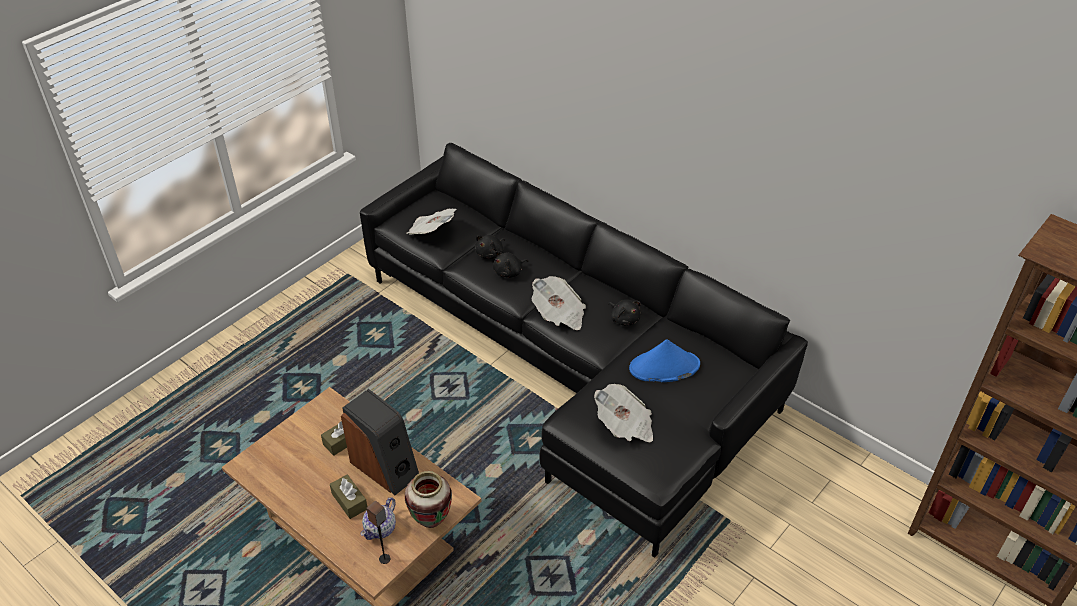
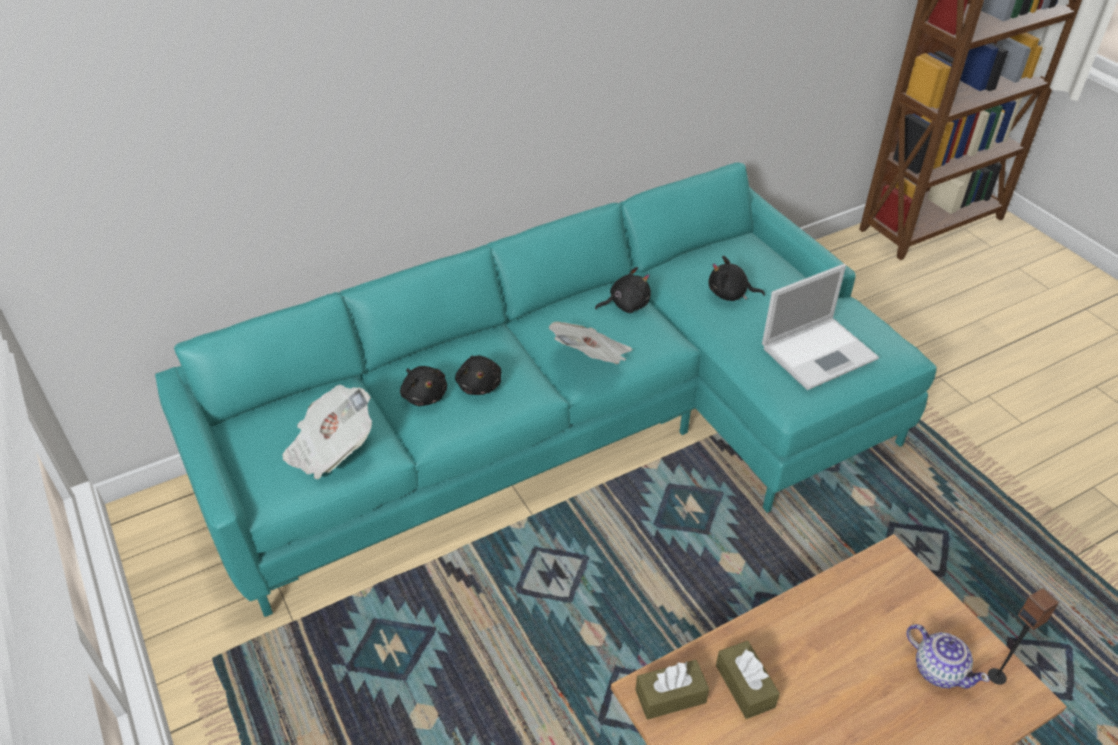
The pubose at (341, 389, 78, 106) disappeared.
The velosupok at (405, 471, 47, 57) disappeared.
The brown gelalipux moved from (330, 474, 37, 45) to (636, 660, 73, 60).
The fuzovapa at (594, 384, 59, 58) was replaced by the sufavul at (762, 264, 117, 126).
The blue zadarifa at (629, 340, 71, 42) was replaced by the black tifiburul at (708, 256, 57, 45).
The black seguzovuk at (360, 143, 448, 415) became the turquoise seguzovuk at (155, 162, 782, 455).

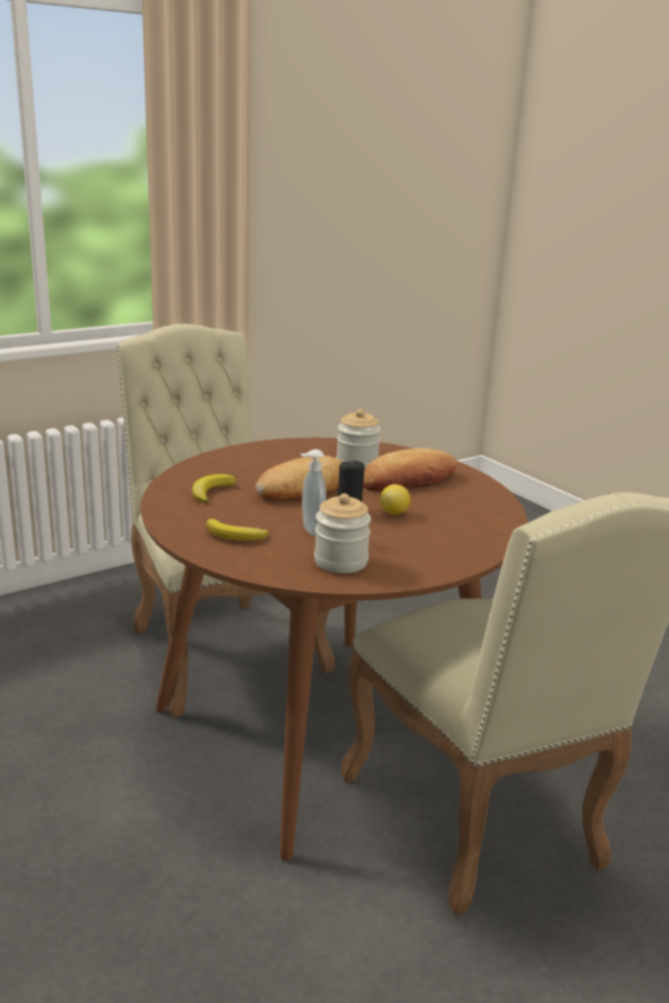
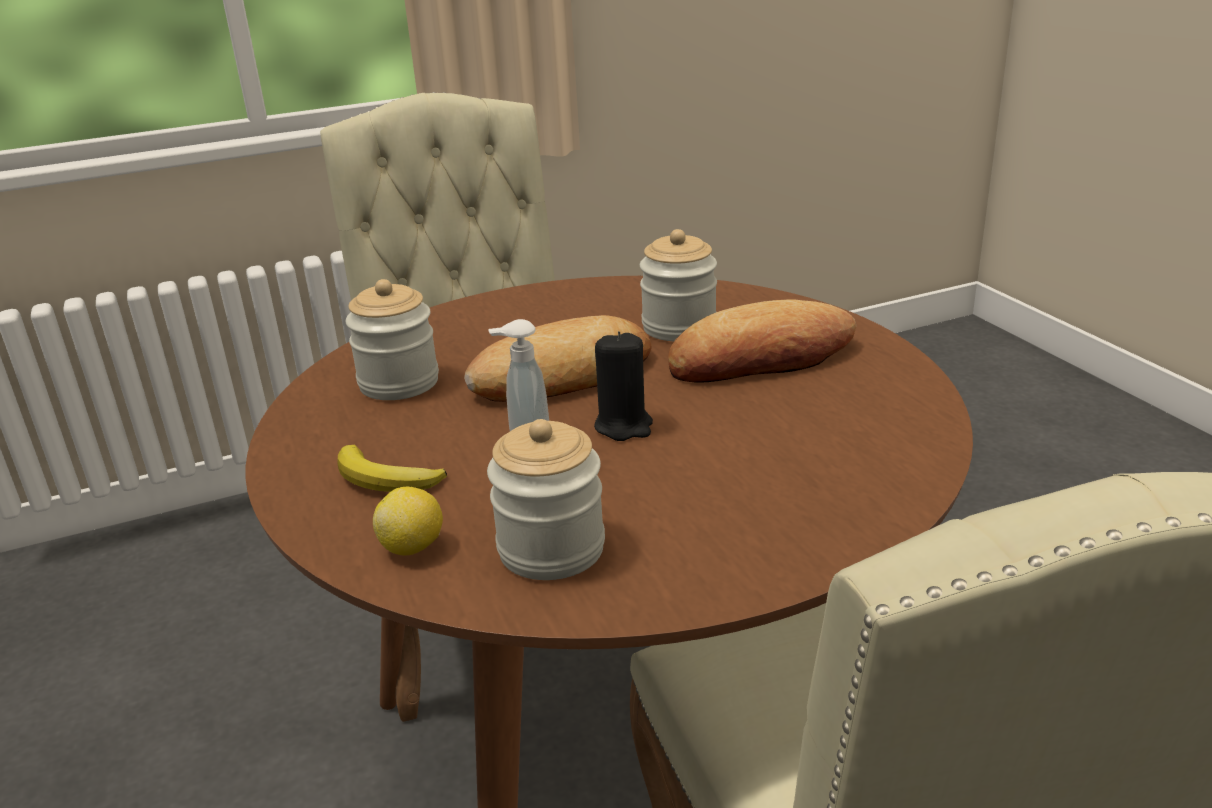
The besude moved from (380, 484, 30, 31) to (373, 487, 70, 68).
The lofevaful at (192, 474, 44, 30) was replaced by the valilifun at (346, 279, 93, 121).

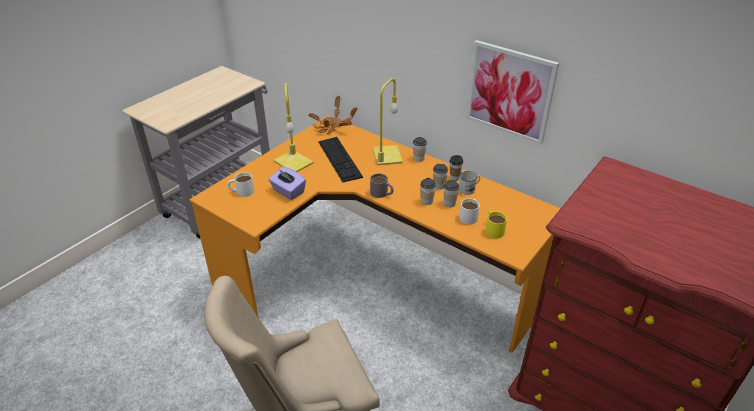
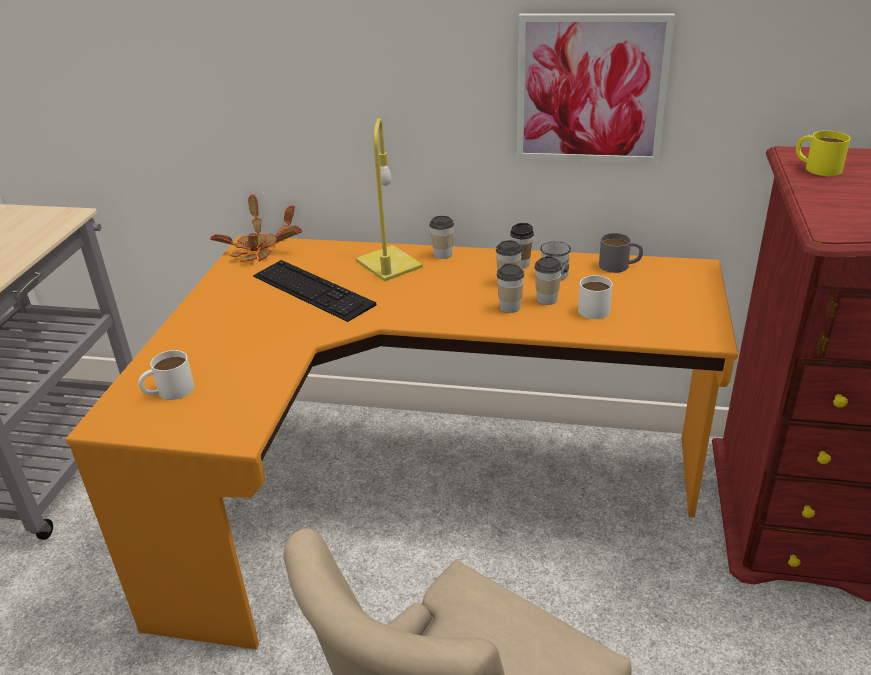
The purple gelalipux at (269, 167, 37, 33) disappeared.
The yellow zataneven at (274, 83, 40, 89) disappeared.
The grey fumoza moved from (370, 174, 24, 24) to (599, 233, 44, 40).
The yellow fumoza moved from (485, 211, 22, 27) to (796, 131, 55, 45).

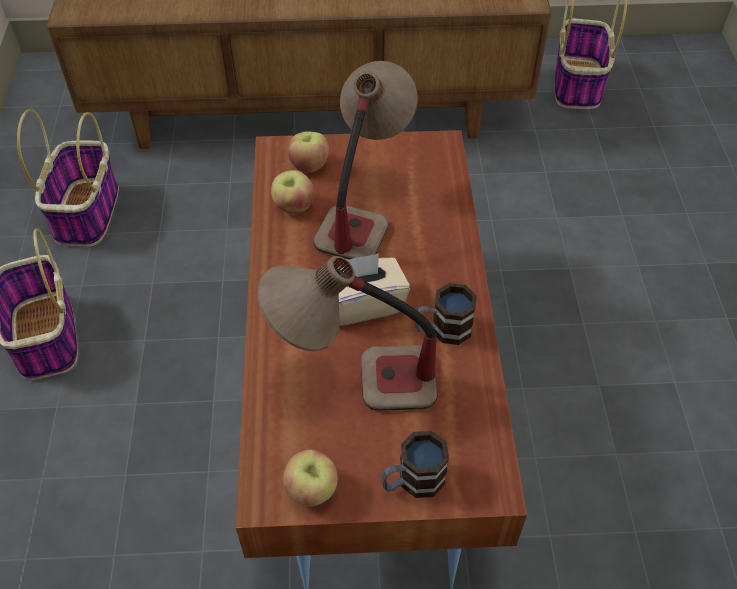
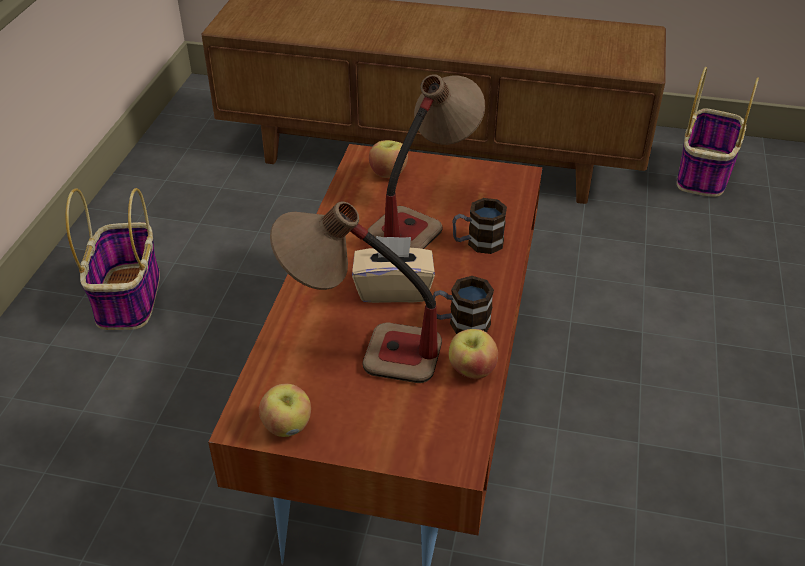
The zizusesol at (17, 109, 102, 138) disappeared.
The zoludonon moved from (271, 170, 43, 43) to (449, 329, 49, 50).
The fumoza moved from (382, 431, 67, 67) to (452, 198, 55, 56).

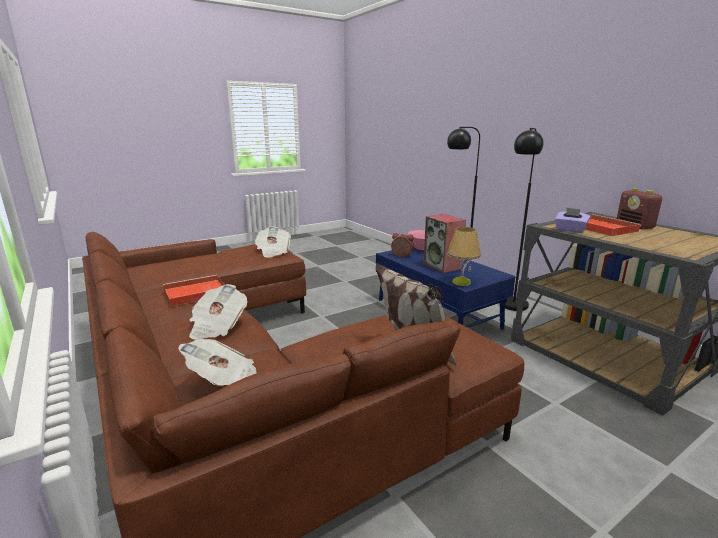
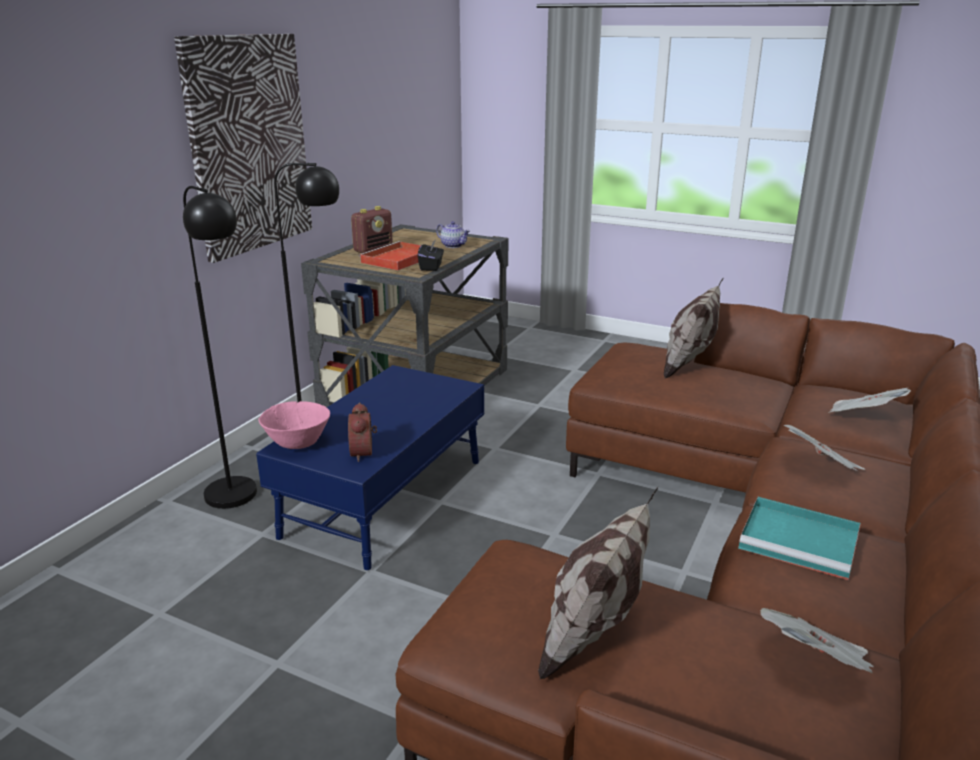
The pubose at (423, 214, 43, 59) disappeared.
The zataneven at (447, 227, 34, 59) disappeared.
The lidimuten at (174, 34, 138, 229) appeared.
The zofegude at (436, 221, 34, 27) appeared.
The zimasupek at (538, 487, 120, 192) appeared.
The fuzovapa moved from (254, 227, 37, 31) to (760, 608, 114, 65).
The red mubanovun at (163, 275, 62, 31) became the turquoise mubanovun at (738, 497, 123, 83).
The purple gelalipux at (555, 208, 35, 25) became the black gelalipux at (418, 239, 26, 32).

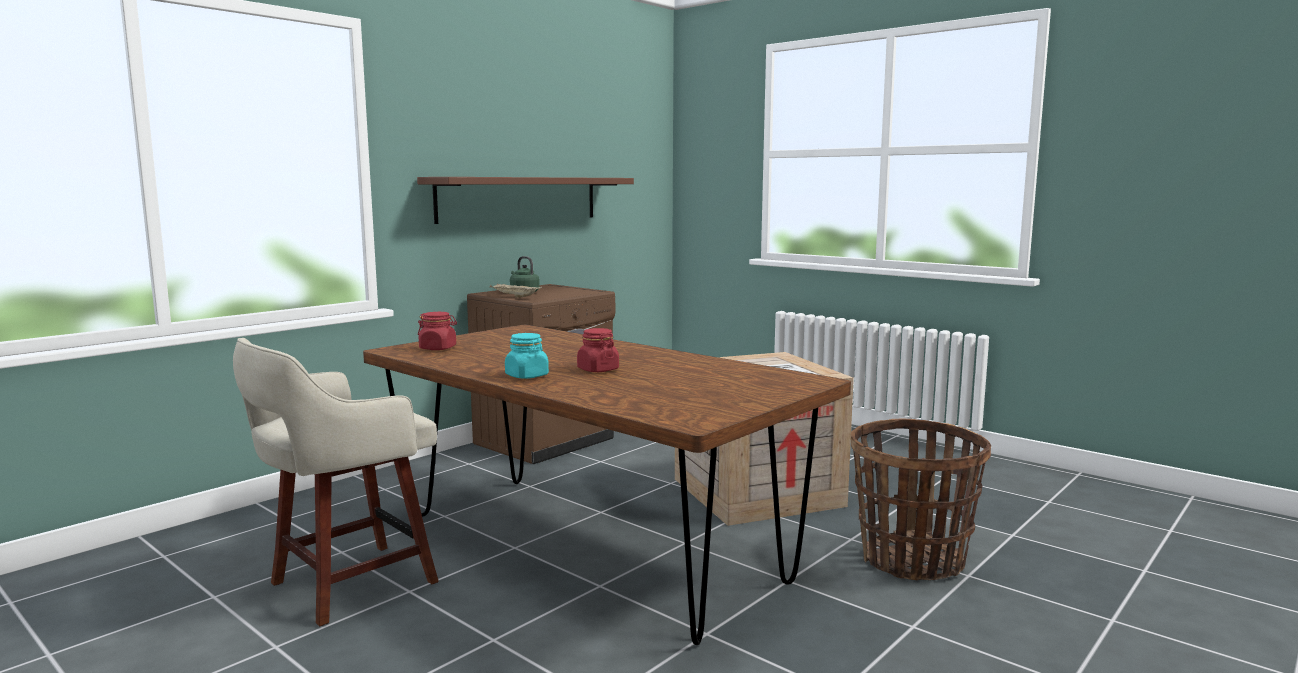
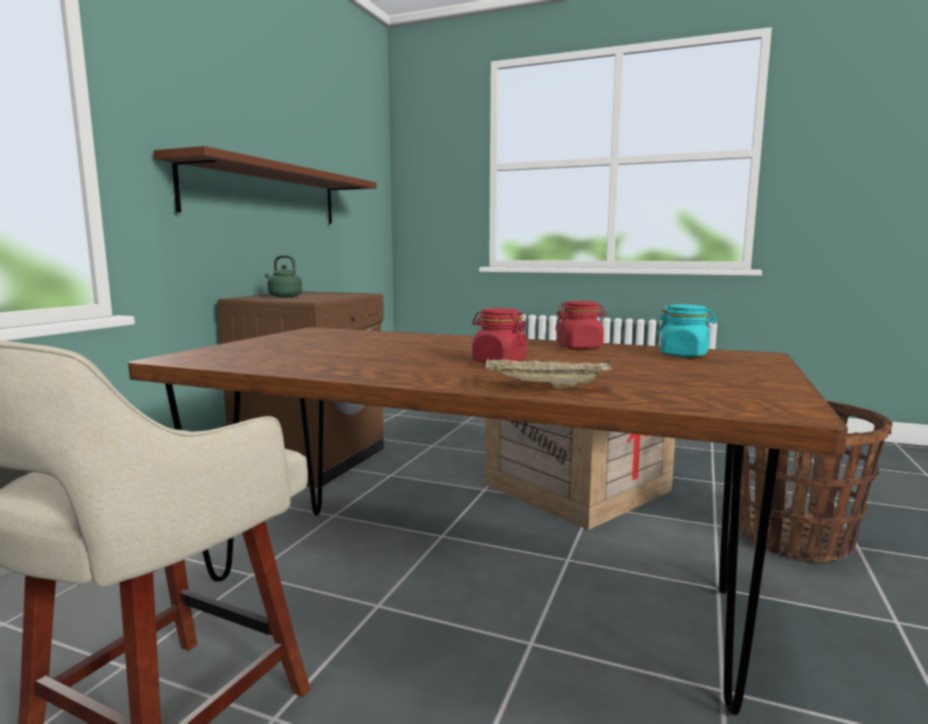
The red valilifun moved from (418, 312, 39, 38) to (555, 301, 52, 48).
The beige mubanovun moved from (489, 284, 53, 14) to (486, 359, 127, 31).
The turquoise valilifun moved from (505, 333, 44, 46) to (657, 305, 60, 52).

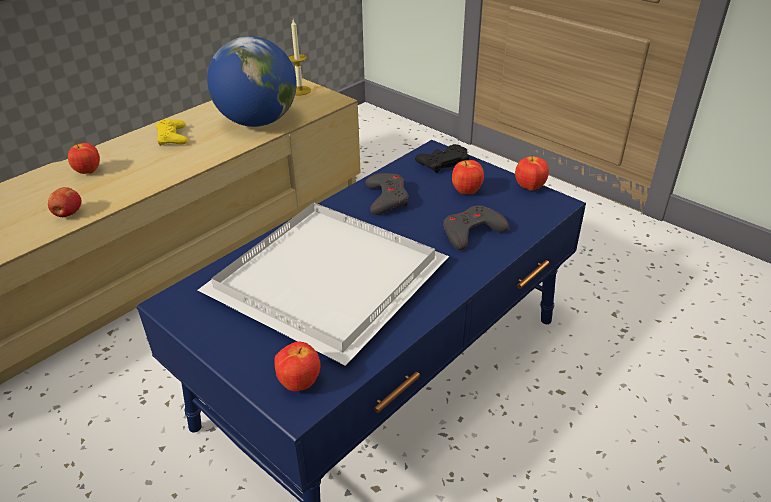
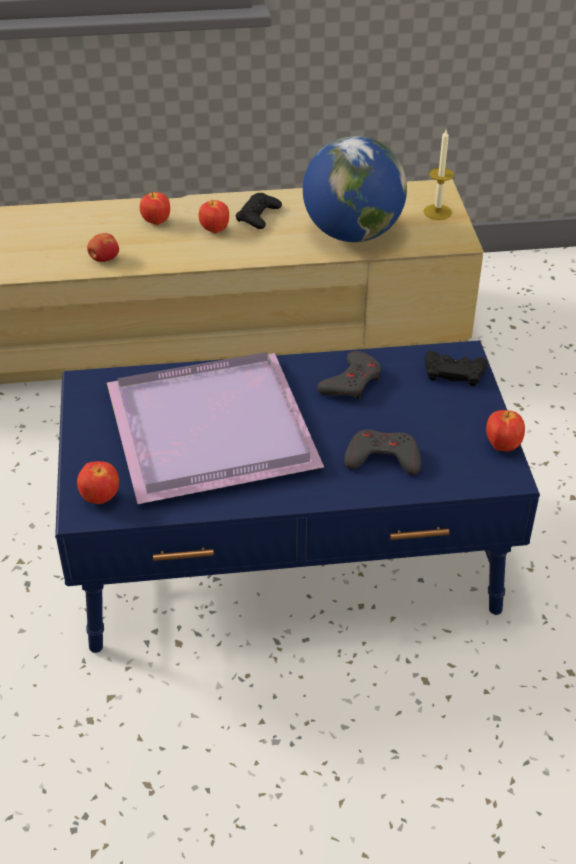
The zoludonon moved from (452, 160, 32, 34) to (199, 200, 30, 34).
The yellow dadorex at (156, 119, 32, 27) became the black dadorex at (236, 193, 46, 36).
The white mubanovun at (198, 202, 251, 164) became the purple mubanovun at (107, 352, 217, 152).

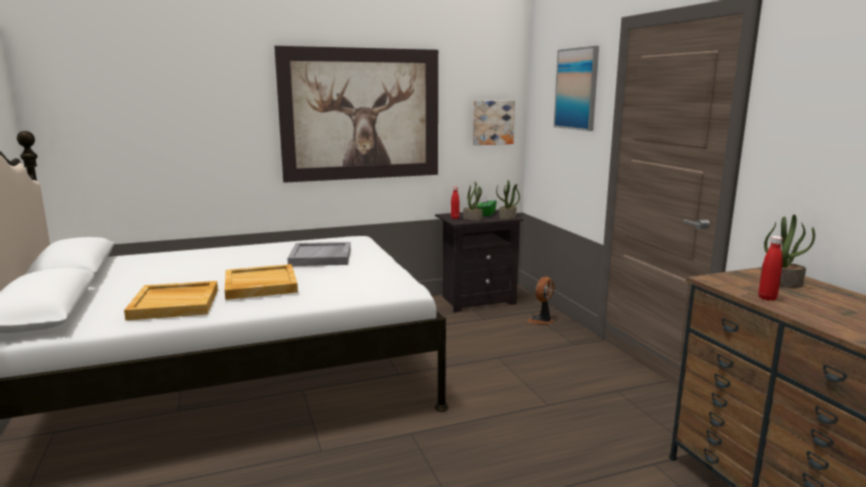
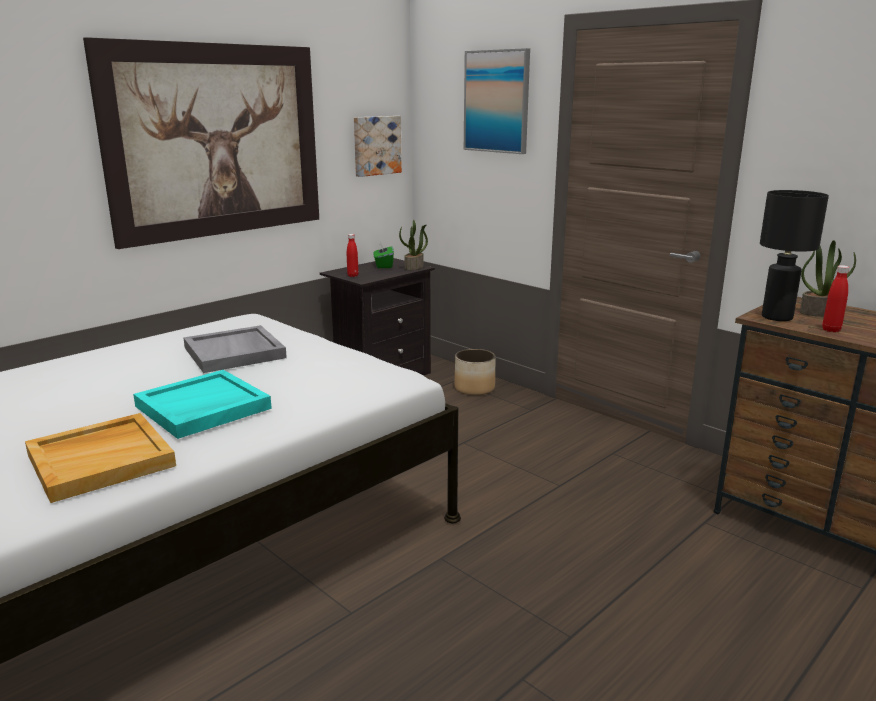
The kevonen at (463, 182, 20, 39) disappeared.
The black zataneven at (760, 190, 69, 131) appeared.
The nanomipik at (527, 277, 27, 47) was replaced by the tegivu at (455, 349, 41, 46).
The beige mubanovun at (225, 264, 73, 36) became the turquoise mubanovun at (133, 370, 139, 69).

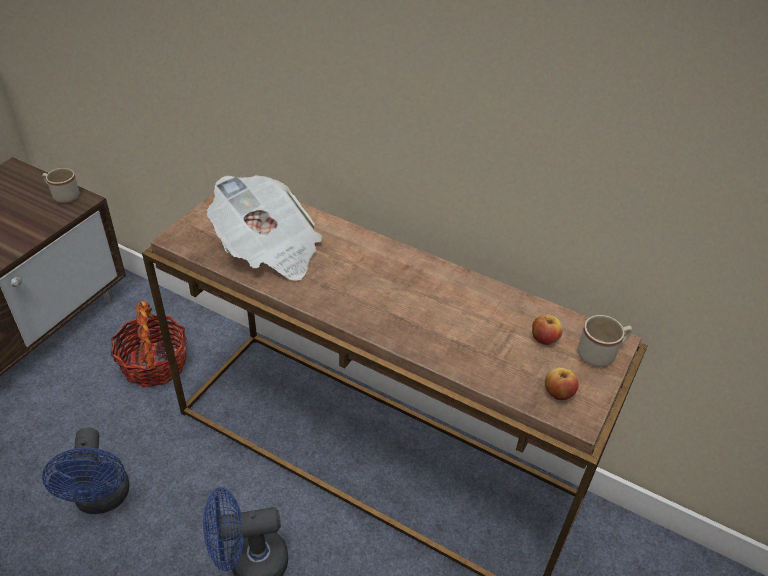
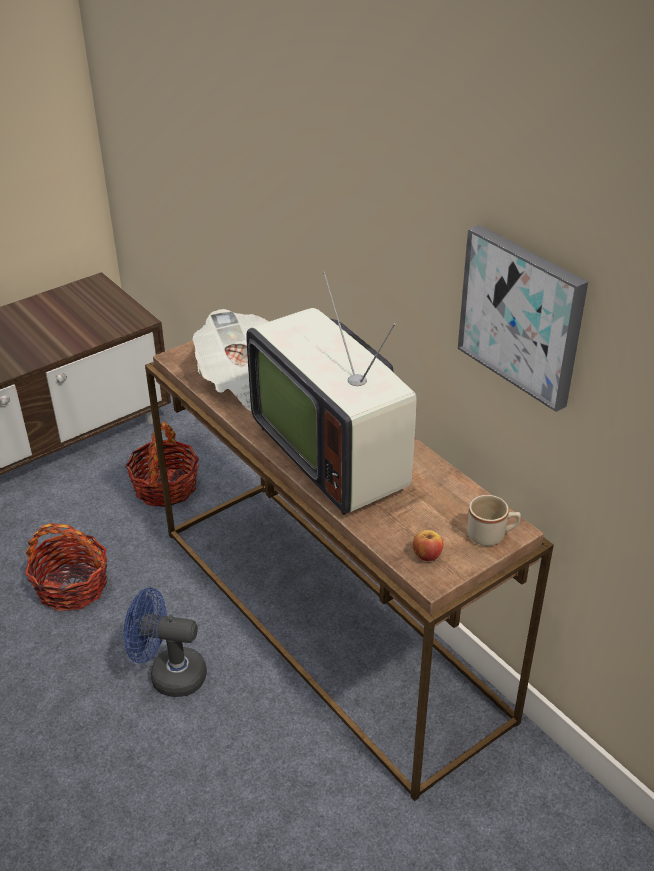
The beige fumoza at (42, 168, 37, 35) disappeared.
The zoludonon at (532, 314, 31, 31) disappeared.
The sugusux at (246, 271, 171, 244) appeared.
The lidimuten at (458, 225, 130, 187) appeared.
The blue nanomipik at (42, 427, 88, 87) was replaced by the zizusesol at (25, 523, 82, 88).

